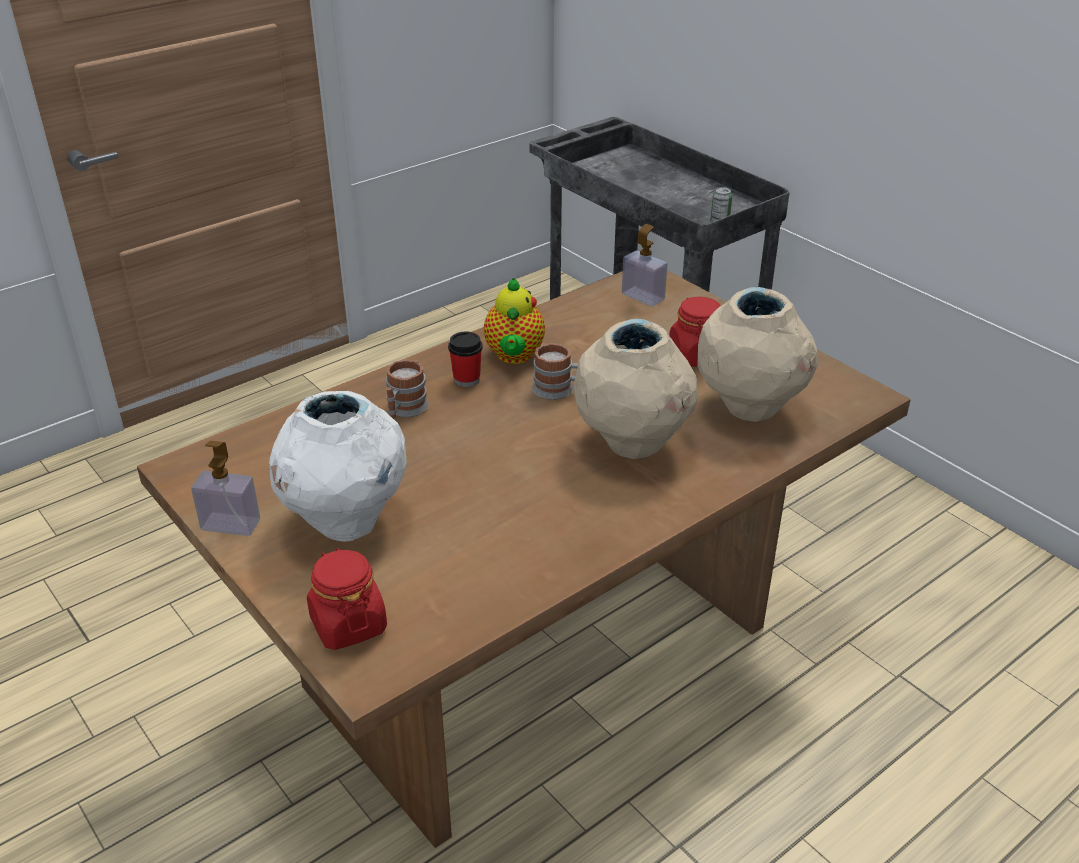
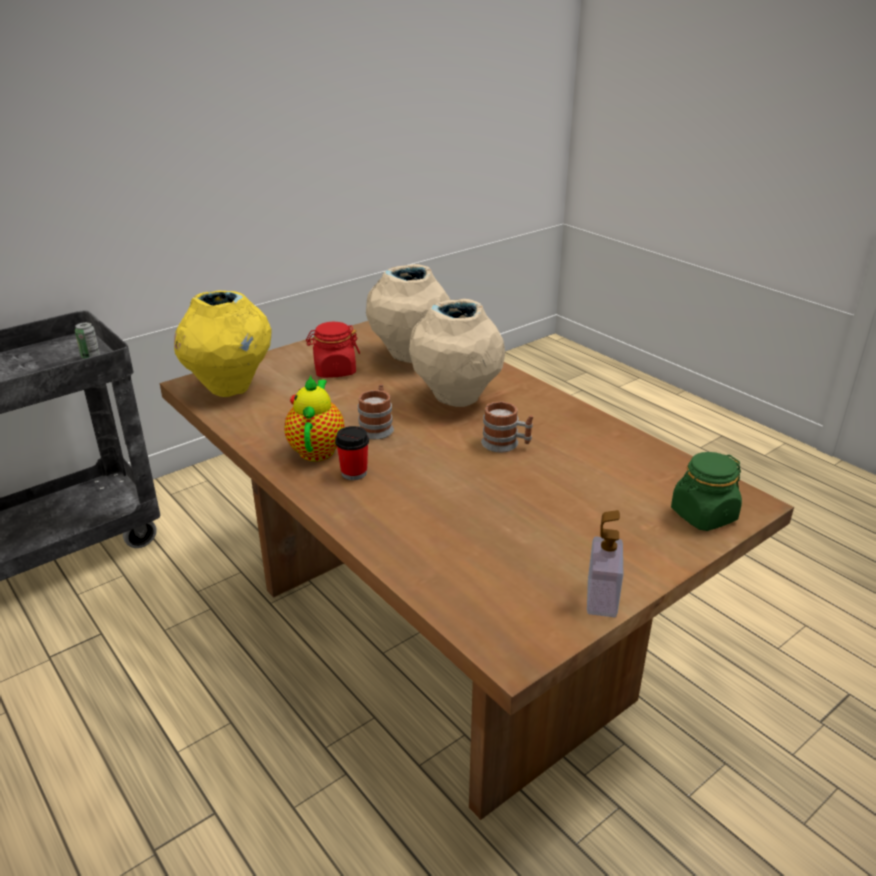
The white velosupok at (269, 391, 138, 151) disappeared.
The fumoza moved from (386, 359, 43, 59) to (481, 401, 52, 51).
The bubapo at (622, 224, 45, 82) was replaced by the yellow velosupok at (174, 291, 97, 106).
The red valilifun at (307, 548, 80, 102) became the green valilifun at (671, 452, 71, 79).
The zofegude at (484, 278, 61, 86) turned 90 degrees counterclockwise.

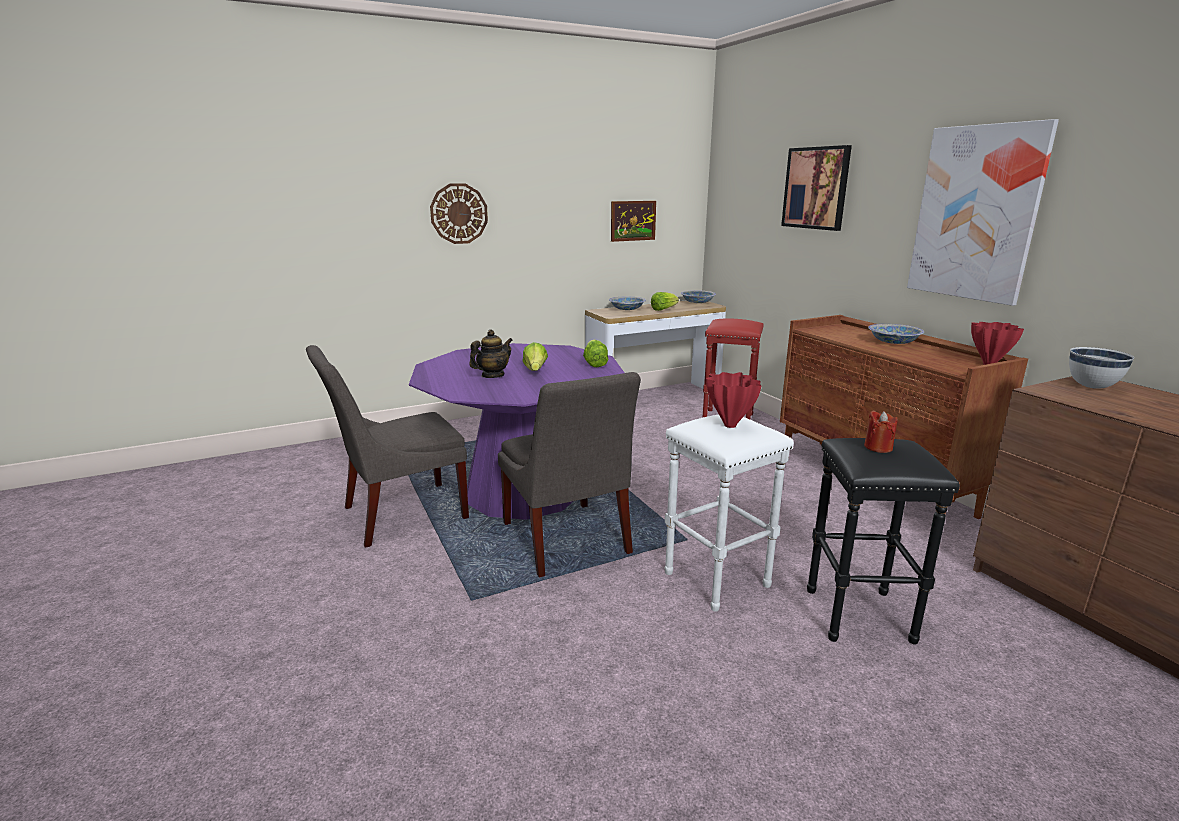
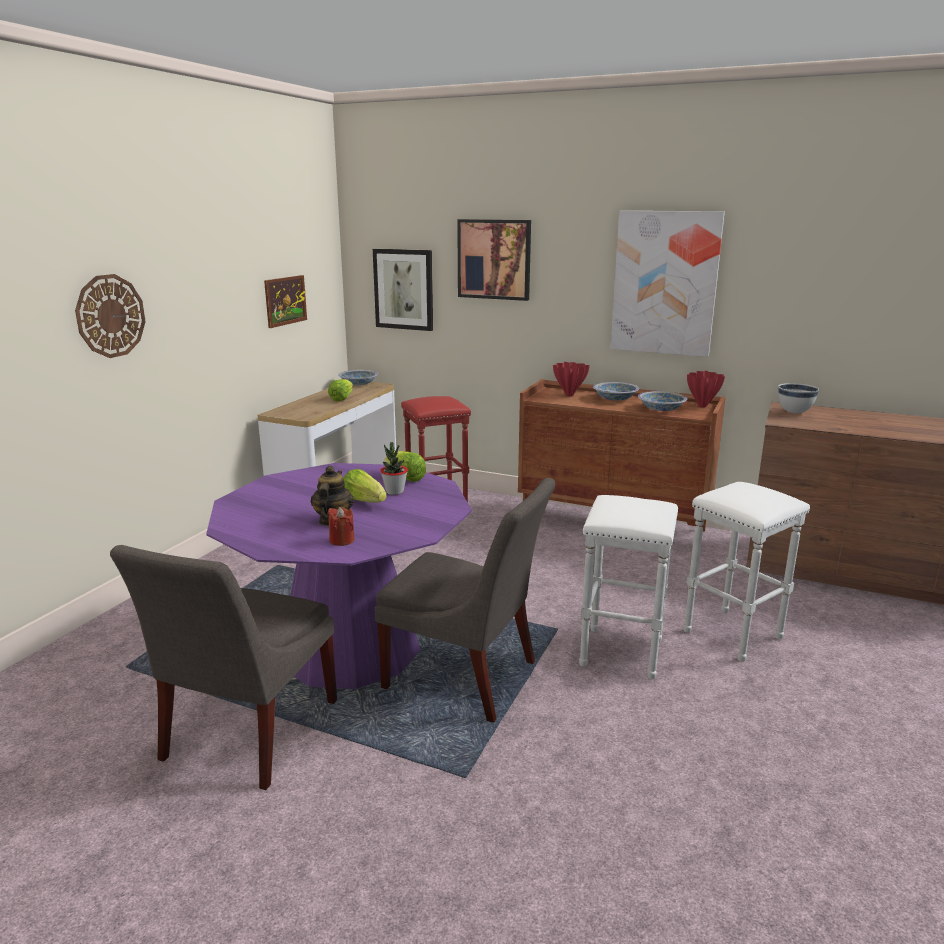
The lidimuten at (373, 249, 60, 82) appeared.
The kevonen at (380, 442, 28, 53) appeared.
The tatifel moved from (609, 296, 37, 14) to (638, 391, 49, 20).
The red velosupok moved from (706, 372, 56, 56) to (553, 362, 37, 35).
The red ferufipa moved from (864, 411, 34, 42) to (328, 507, 27, 39).
The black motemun at (807, 438, 153, 207) became the white motemun at (683, 482, 127, 180).

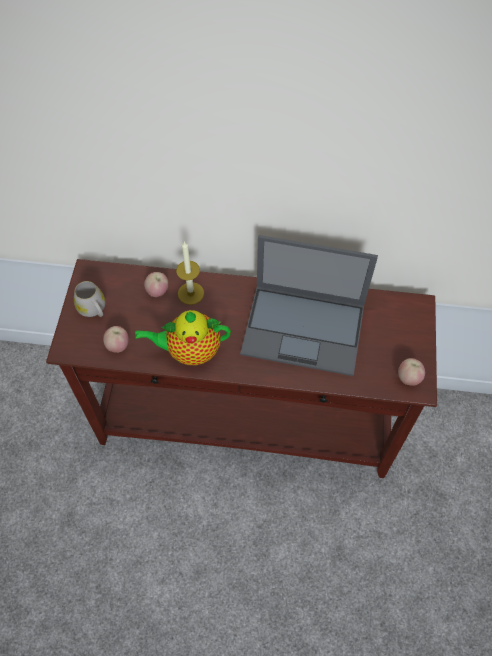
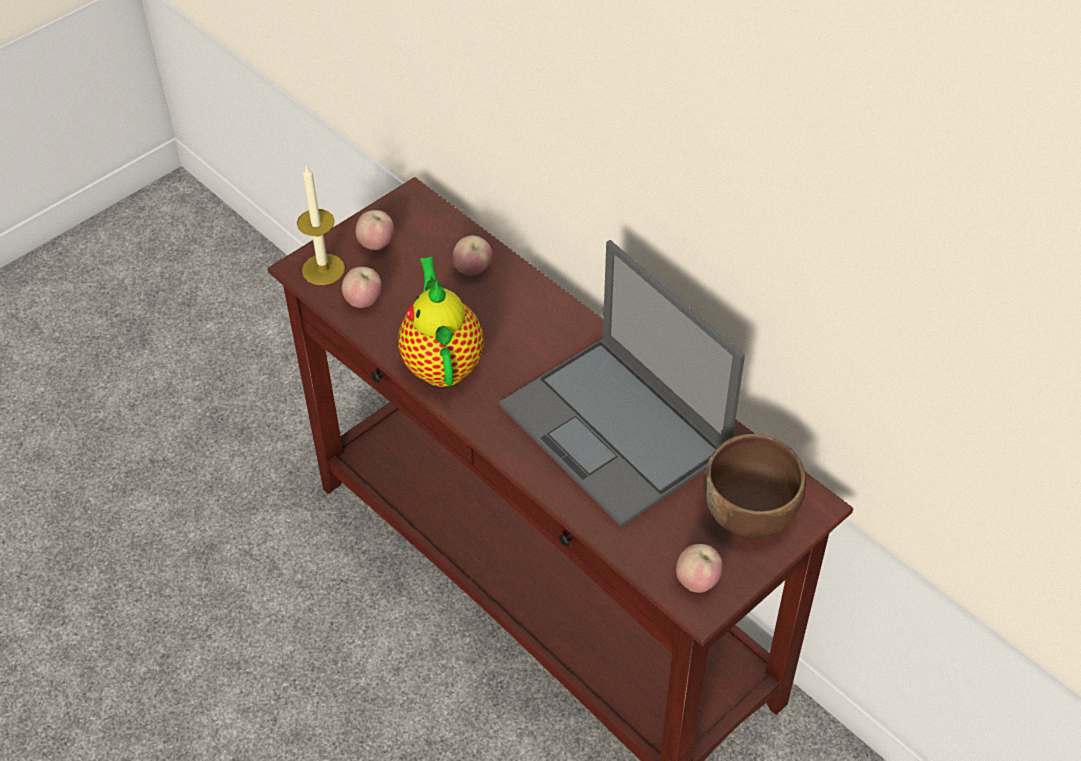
The brown tatifel at (703, 434, 103, 104) appeared.
The ferufipa moved from (176, 241, 28, 64) to (297, 165, 48, 120).
The white fumoza at (74, 281, 31, 36) was replaced by the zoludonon at (356, 210, 38, 40).
The zofegude at (135, 310, 96, 55) turned 45 degrees clockwise.

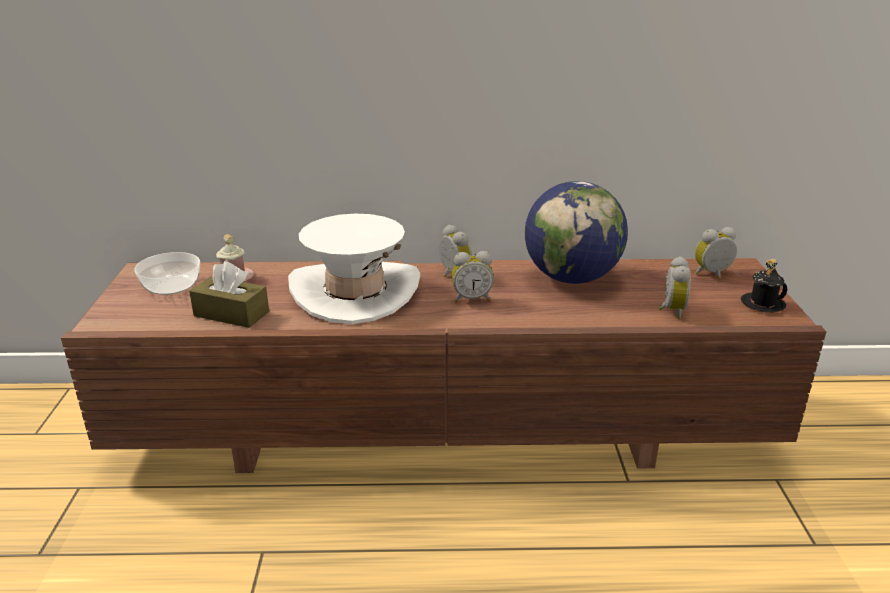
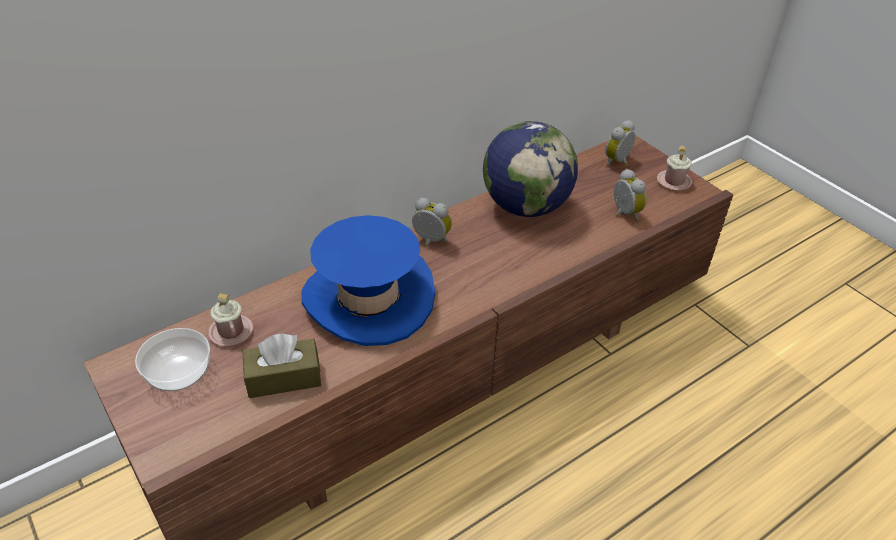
The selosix at (451, 251, 43, 52) disappeared.
The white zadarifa at (288, 214, 132, 110) became the blue zadarifa at (301, 215, 134, 131).
The black fumoza at (741, 259, 46, 54) became the pink fumoza at (657, 146, 36, 45).

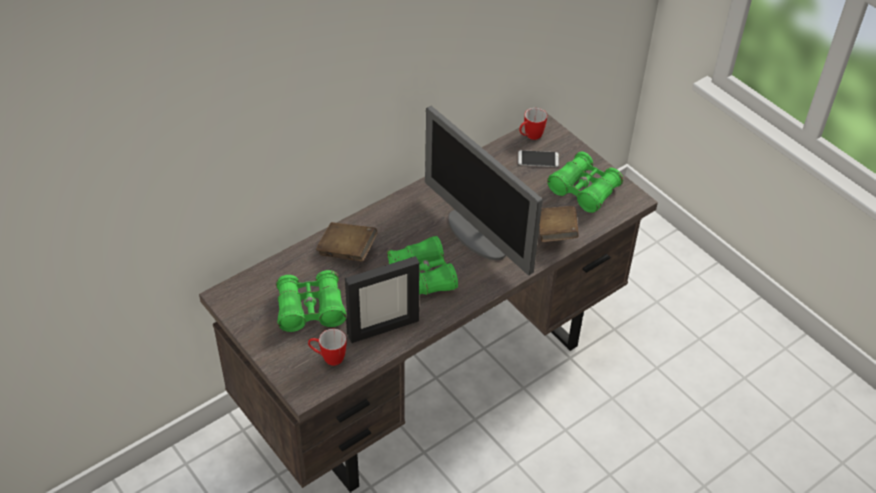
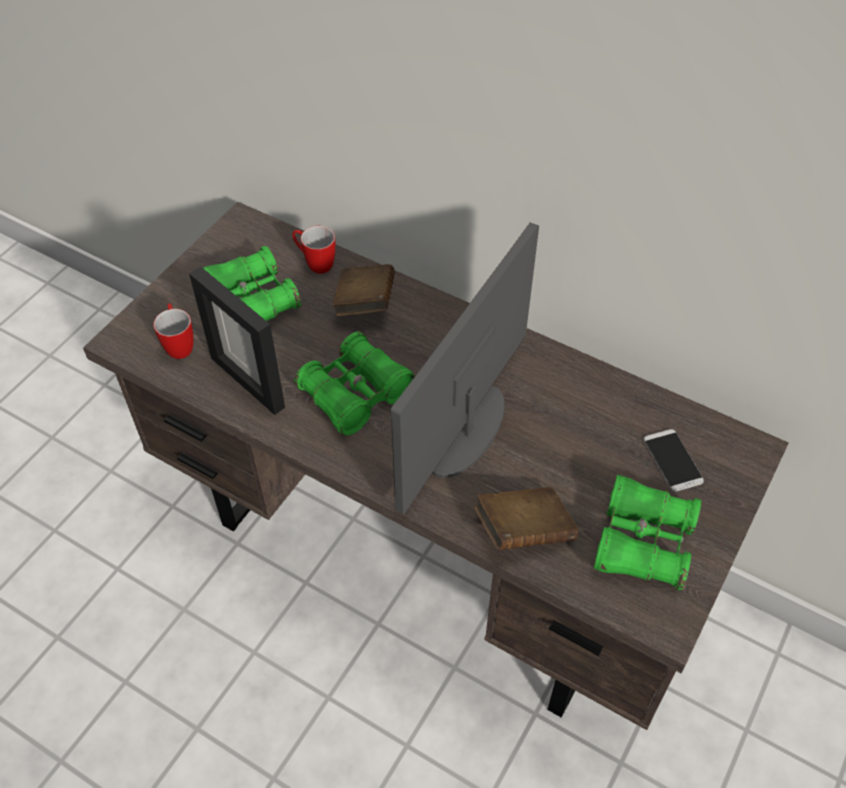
The fumoza moved from (519, 108, 28, 32) to (292, 226, 43, 48).

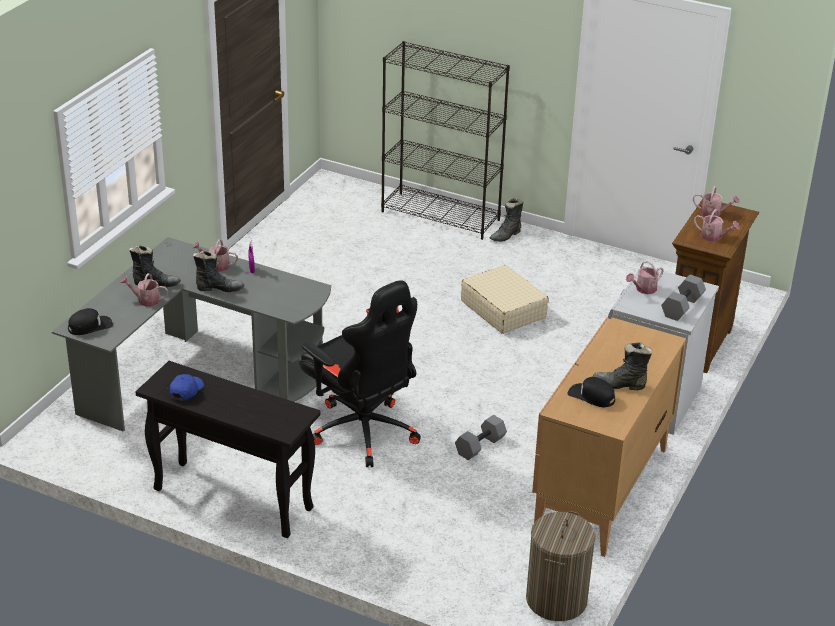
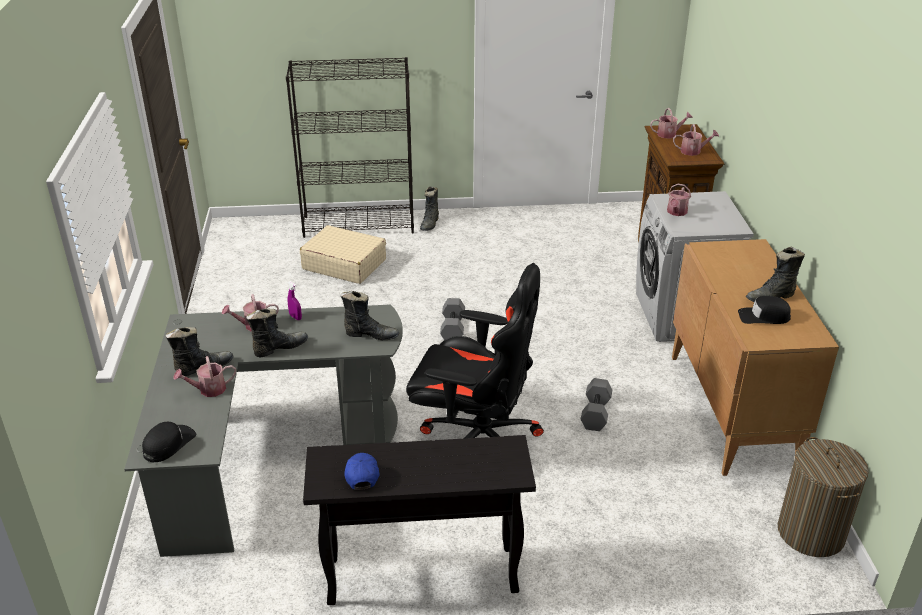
The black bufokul at (341, 291, 58, 49) appeared.
The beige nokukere moved from (461, 265, 88, 69) to (300, 225, 86, 59).
The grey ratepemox moved from (661, 274, 45, 47) to (440, 298, 25, 42).

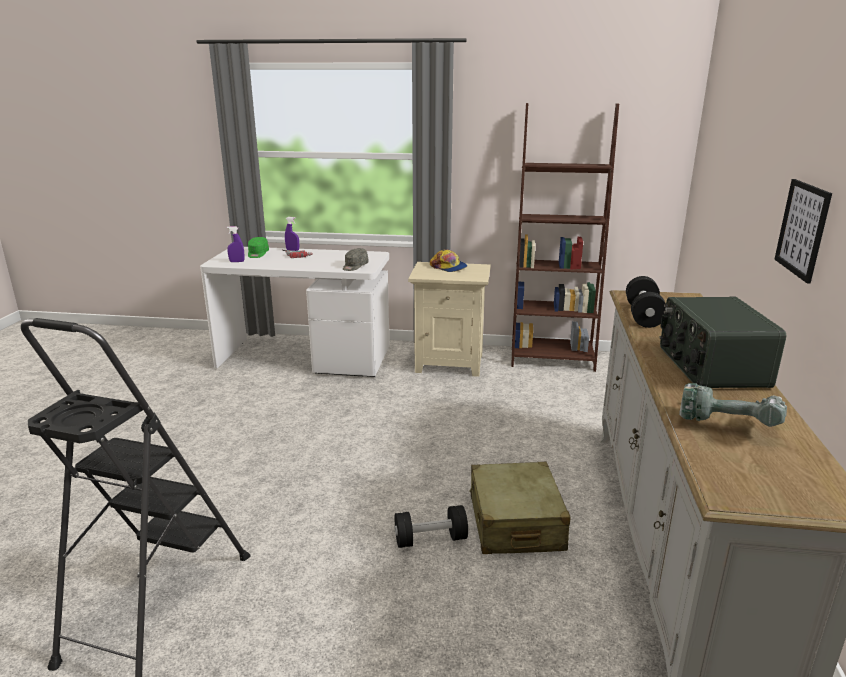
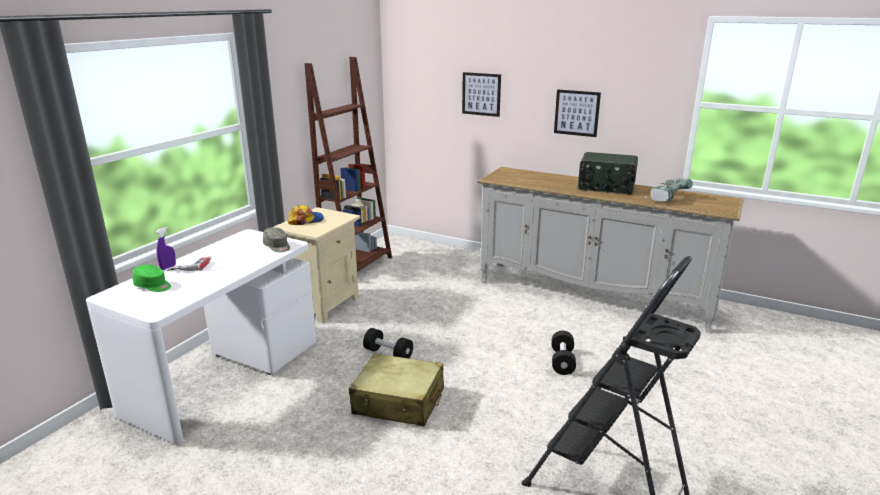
The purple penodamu at (227, 226, 18, 36) disappeared.
The lidimuten at (462, 72, 39, 45) appeared.
The beige nokukere moved from (469, 462, 101, 92) to (349, 354, 95, 73).
The black ratepemox moved from (626, 276, 40, 52) to (363, 328, 50, 30).

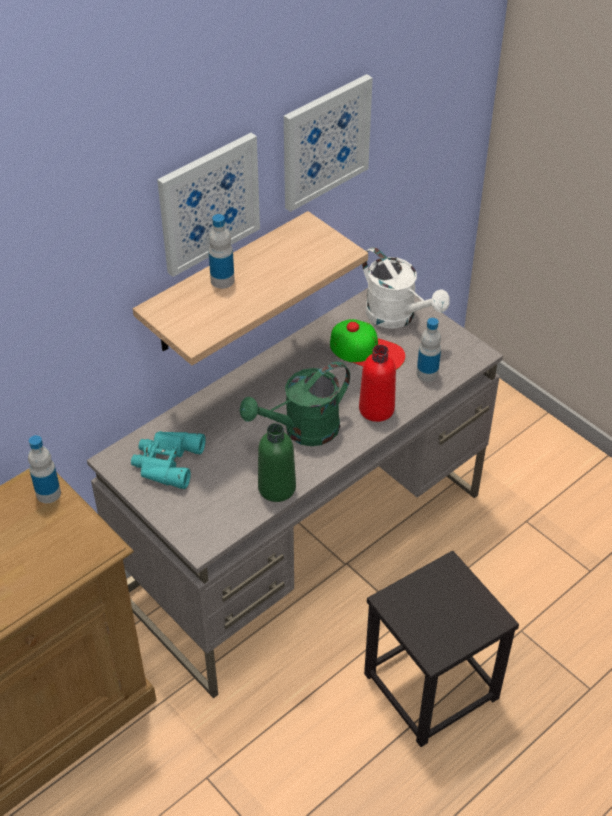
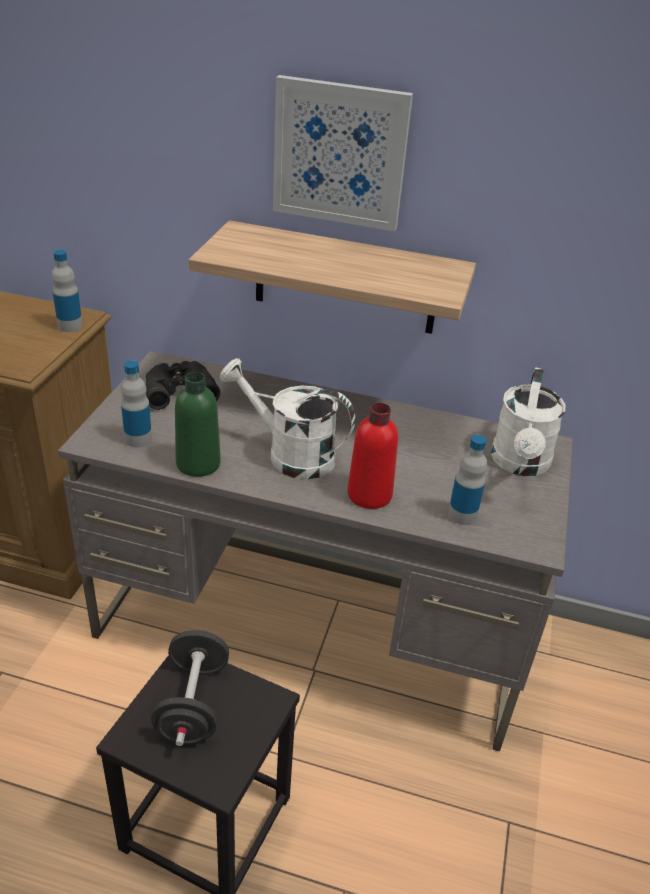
The lidimuten at (284, 74, 89, 138) disappeared.
The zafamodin at (330, 319, 75, 51) disappeared.
The black ratepemox at (151, 630, 78, 116) appeared.
The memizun moved from (208, 214, 27, 75) to (121, 360, 31, 87).
The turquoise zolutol at (131, 431, 75, 58) became the black zolutol at (146, 361, 74, 49).
The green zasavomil at (240, 362, 110, 84) became the white zasavomil at (220, 358, 135, 121).

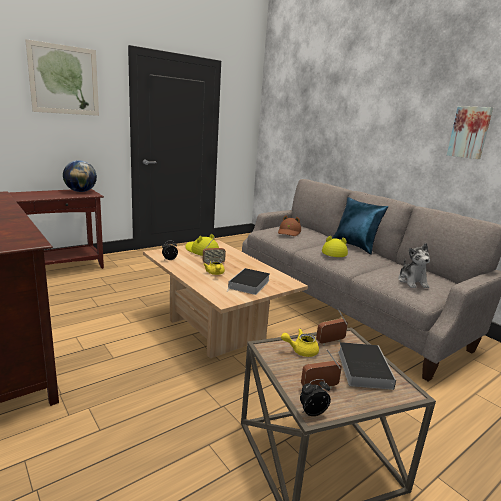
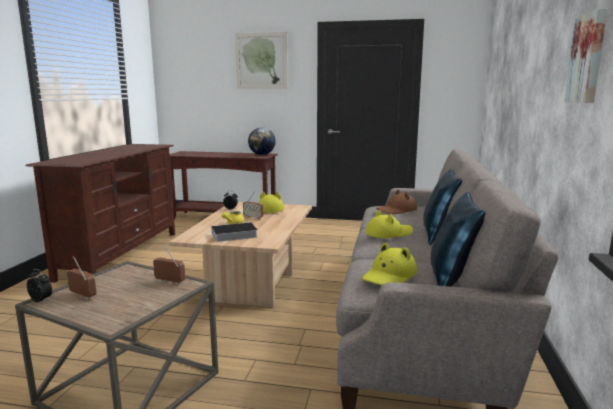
The yellow zofegude at (281, 329, 38, 28) disappeared.
The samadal at (338, 342, 58, 48) disappeared.
The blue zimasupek at (431, 192, 55, 95) appeared.
The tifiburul at (398, 243, 32, 45) was replaced by the yellow zadarifa at (362, 243, 55, 43).

